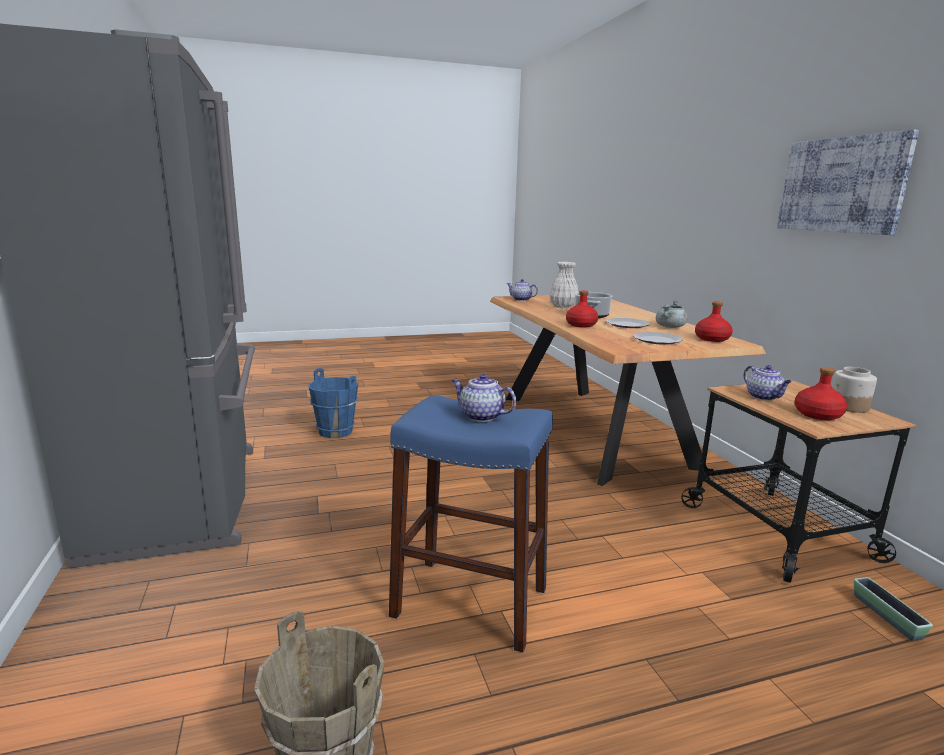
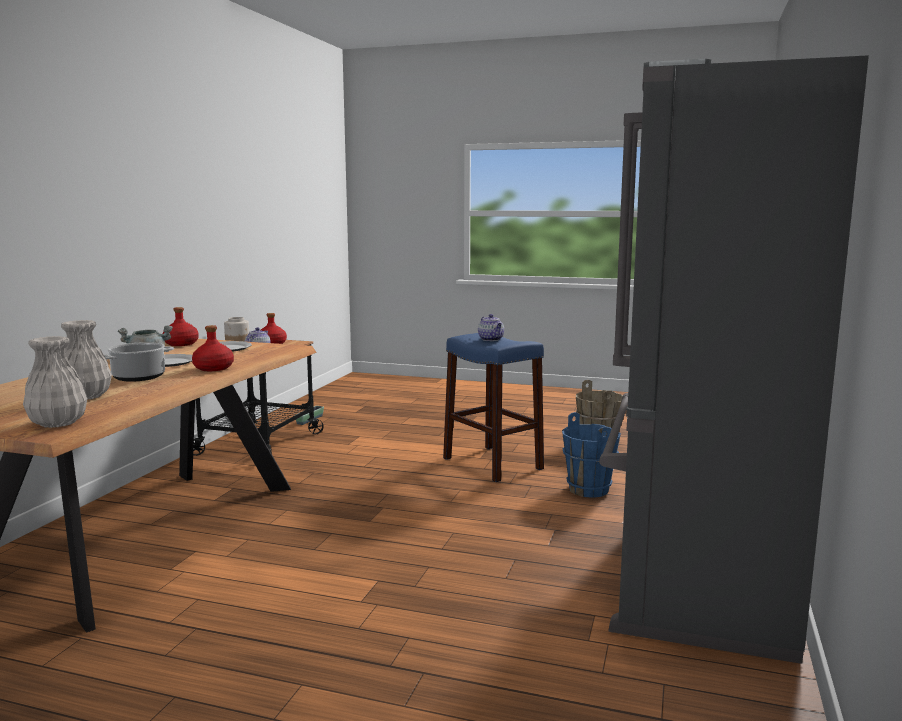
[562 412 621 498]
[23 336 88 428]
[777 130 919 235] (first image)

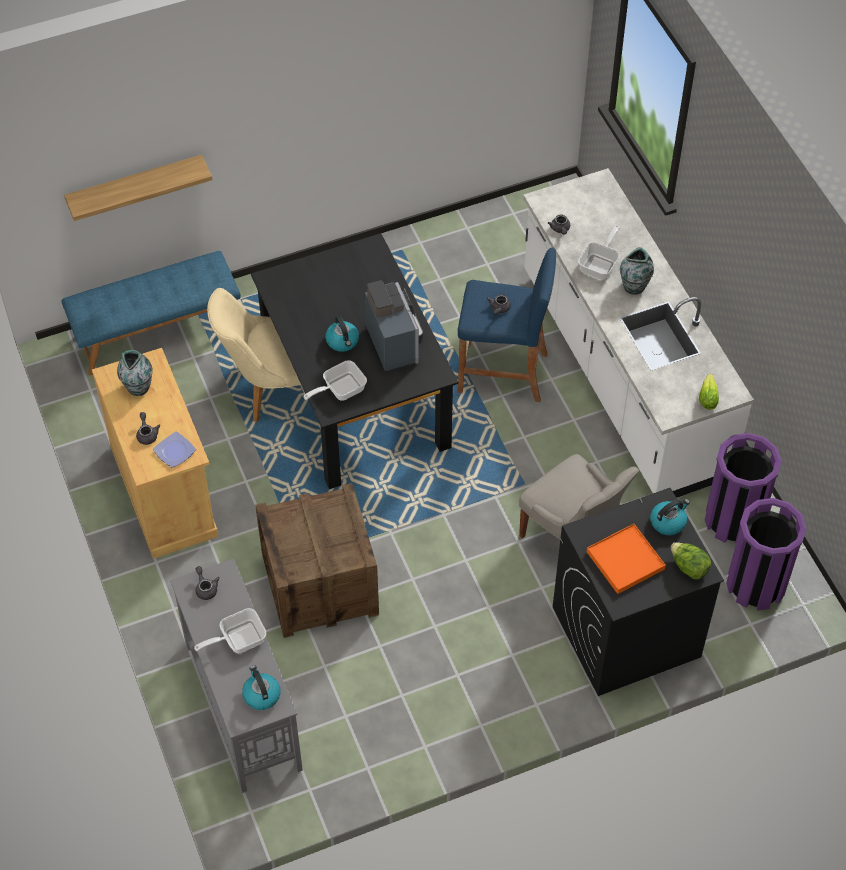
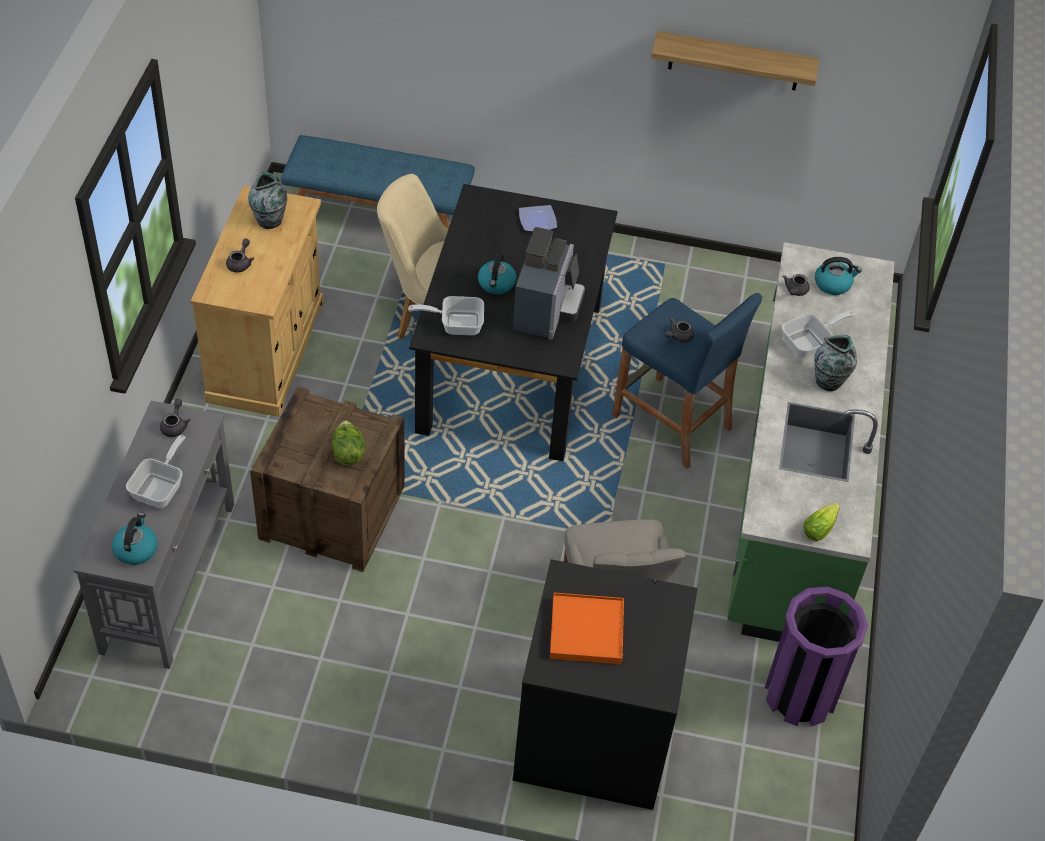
[651 31 819 90]
[519 205 557 232]
[126 435 186 508]
[727 242 895 642]
[815 257 862 295]
[331 420 366 466]
[726 498 807 611] (first image)

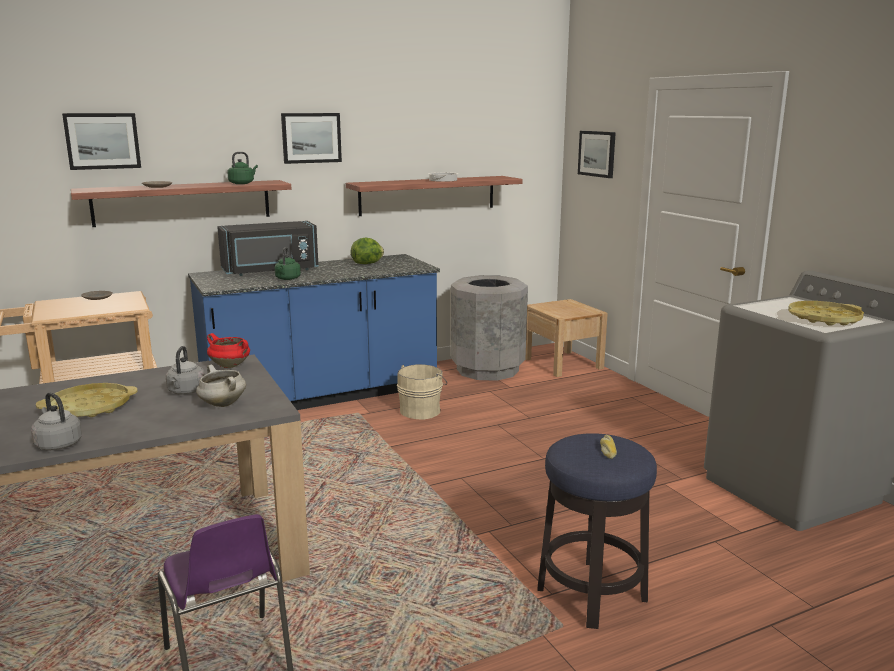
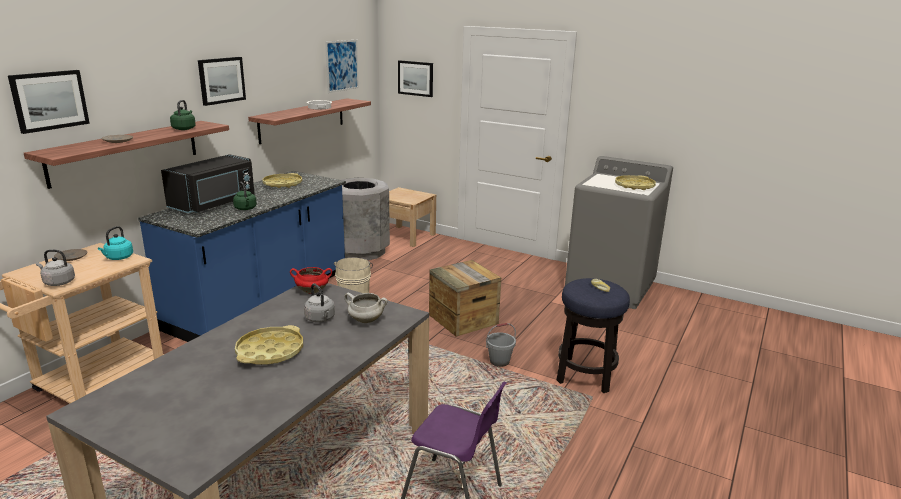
[36 250 75 286]
[262 173 302 188]
[98 226 133 260]
[325 40 359 93]
[429 260 501 337]
[486 323 516 367]

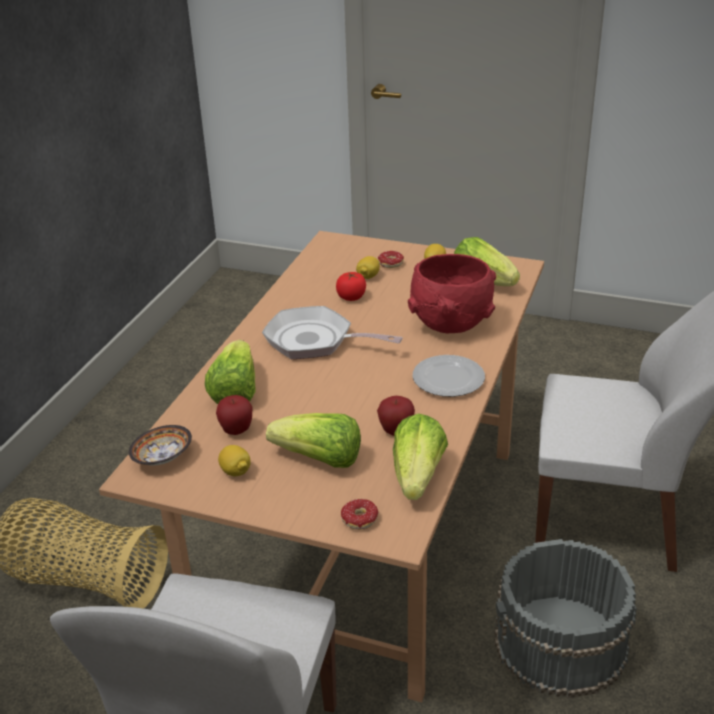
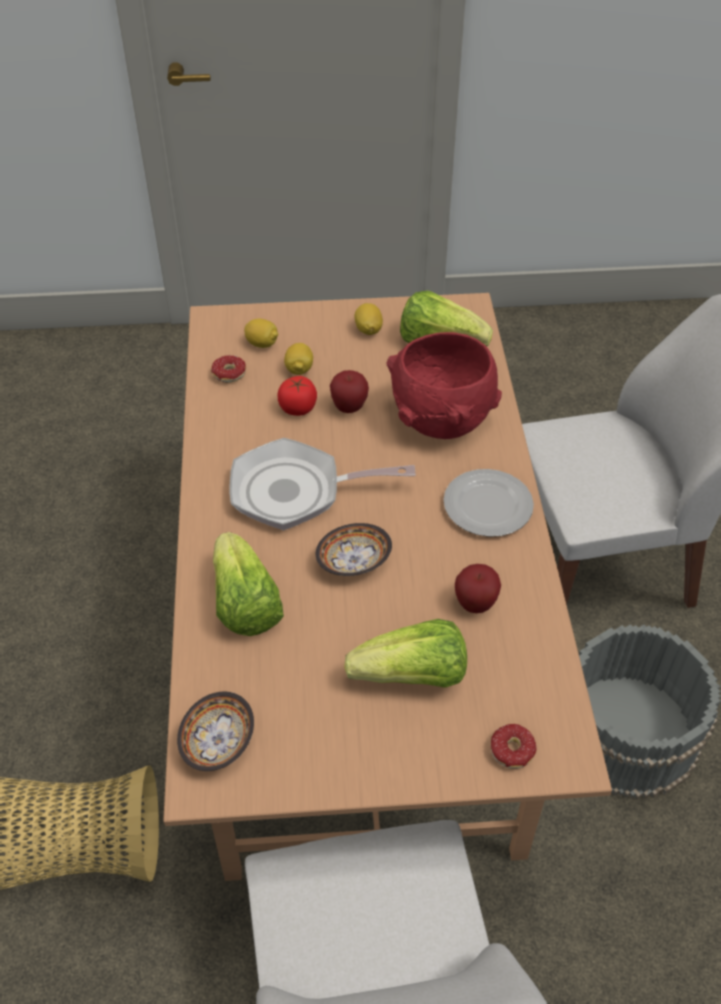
[330 370 369 413]
[244 319 278 348]
[211 355 246 383]
[393 413 448 500] (first image)
[316 523 392 576]

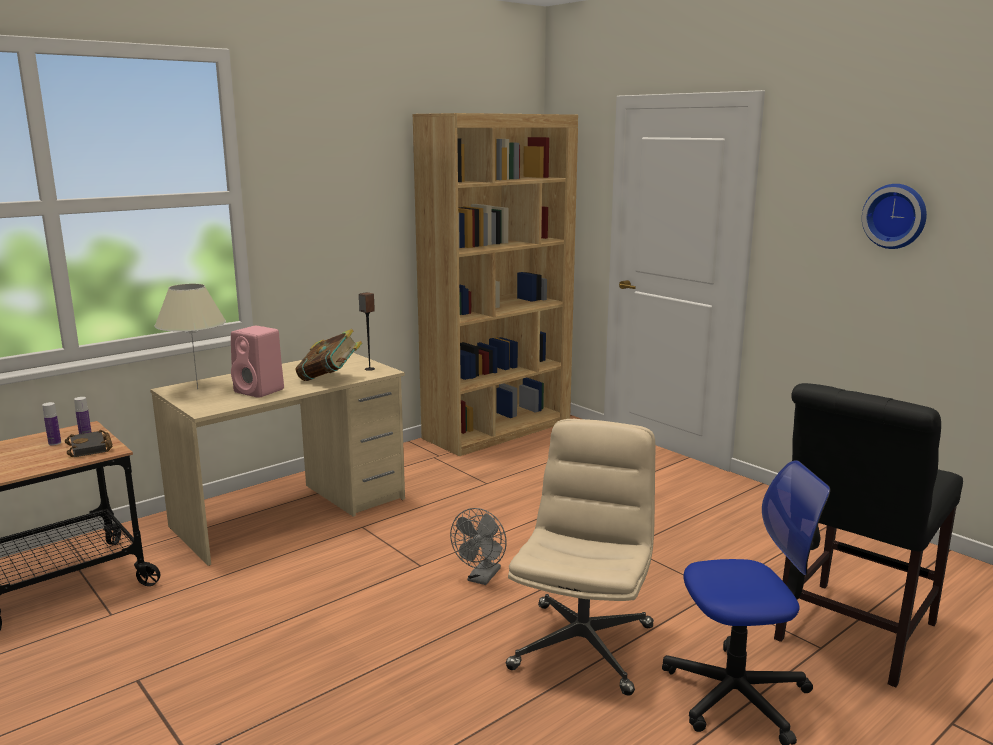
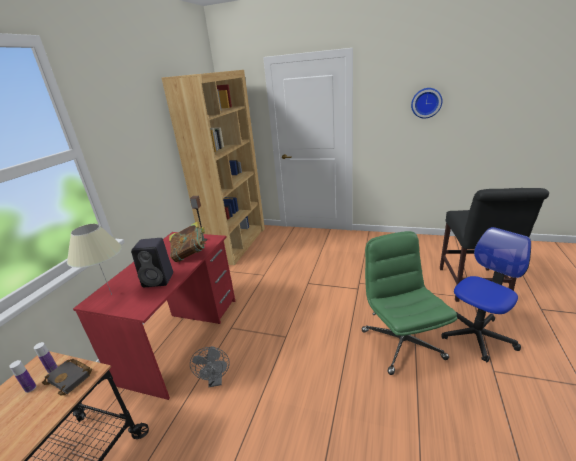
[73 232 235 400]
[131 238 173 287]
[190 346 230 387]
[361 231 457 375]

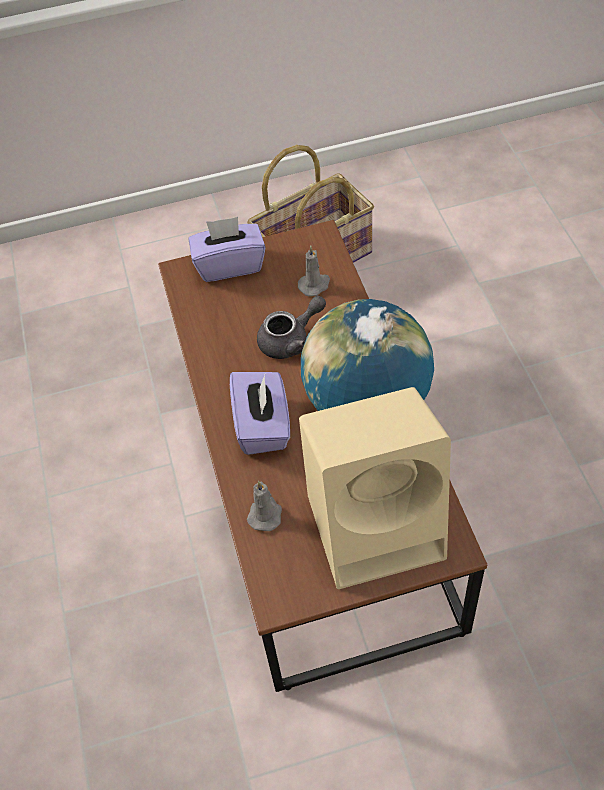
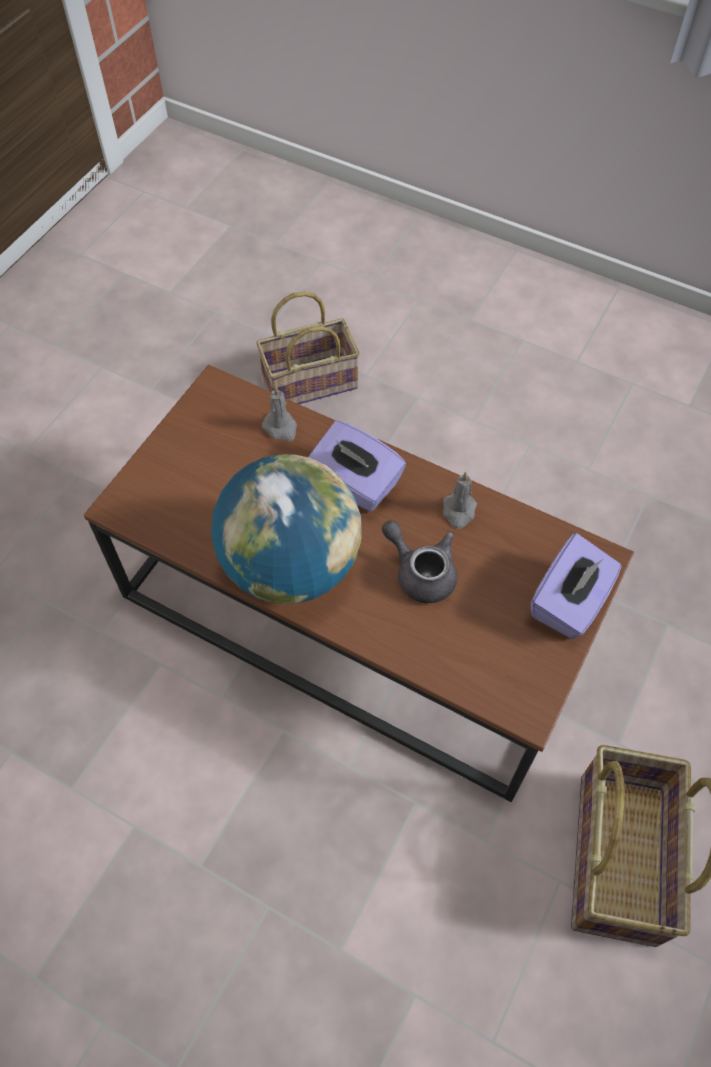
[382 520 457 603]
[443 471 477 529]
[299 387 451 589] (first image)
[256 291 360 404]

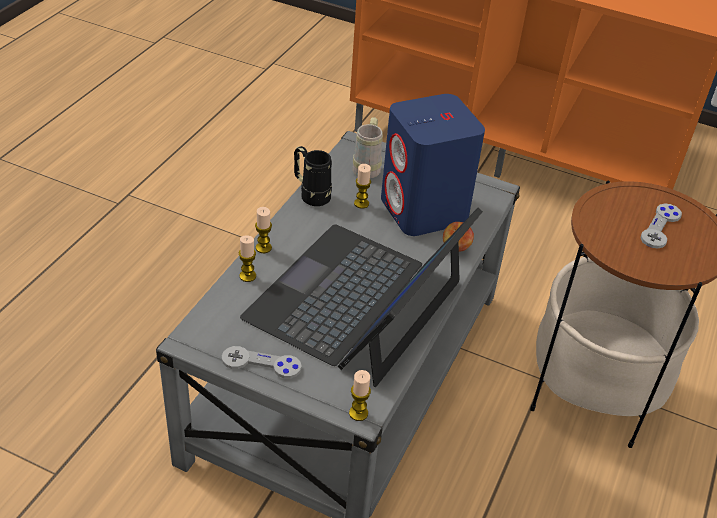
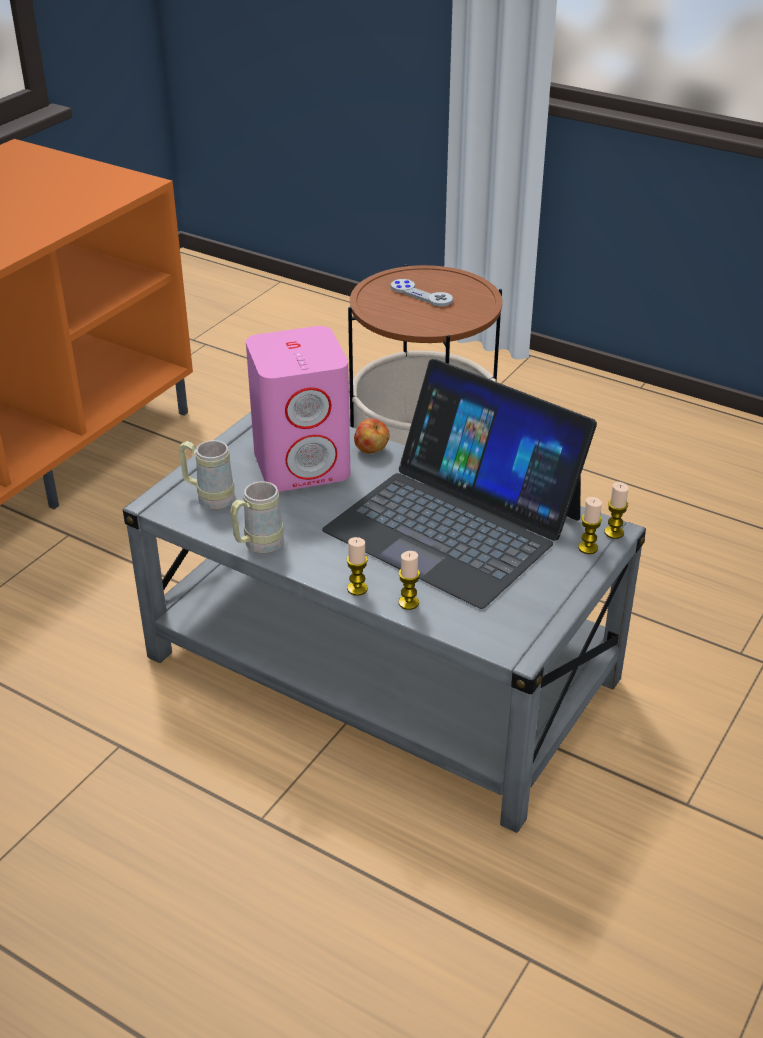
[222 346 302 379] (first image)
[230 481 284 553]
[578 497 602 554]
[246 326 350 492]

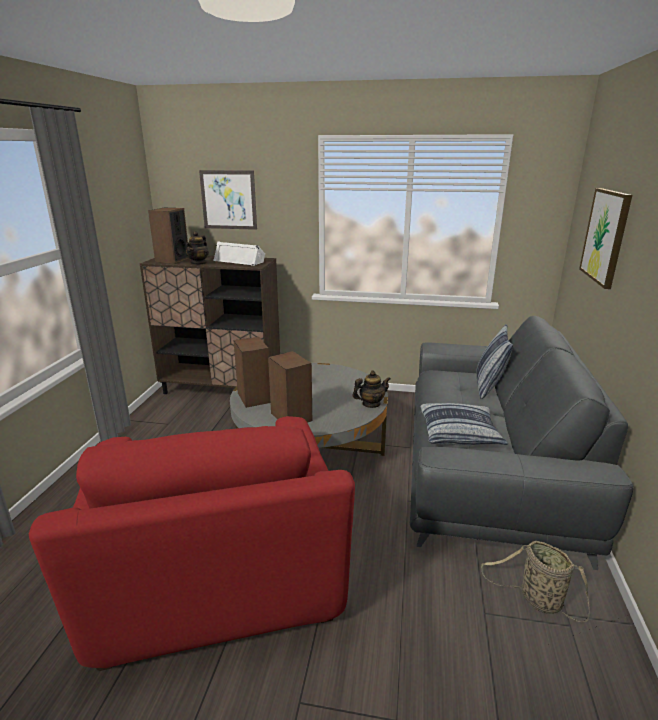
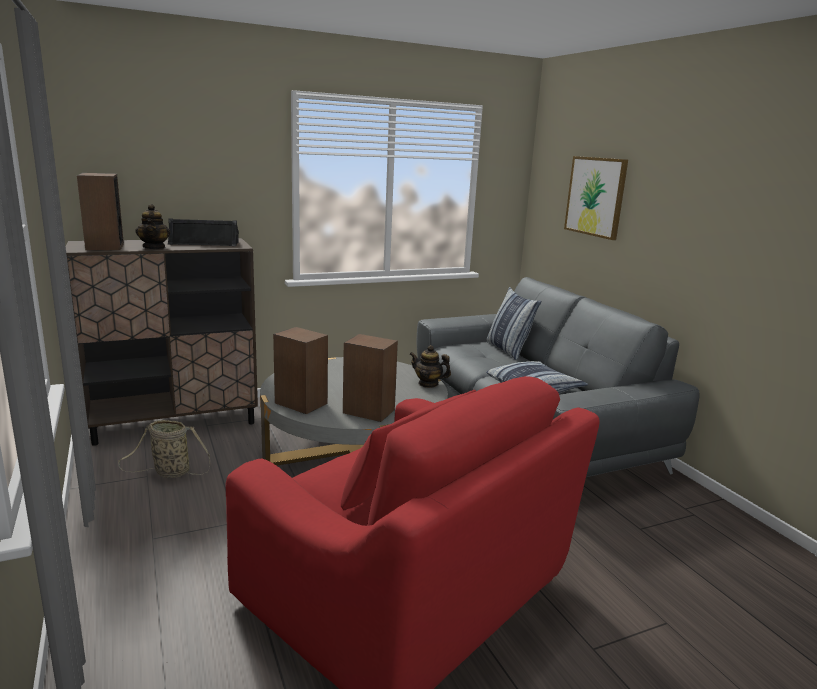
[199 170 257 230] (first image)
[168 218 239 246]
[410 345 451 388]
[118 420 210 478]

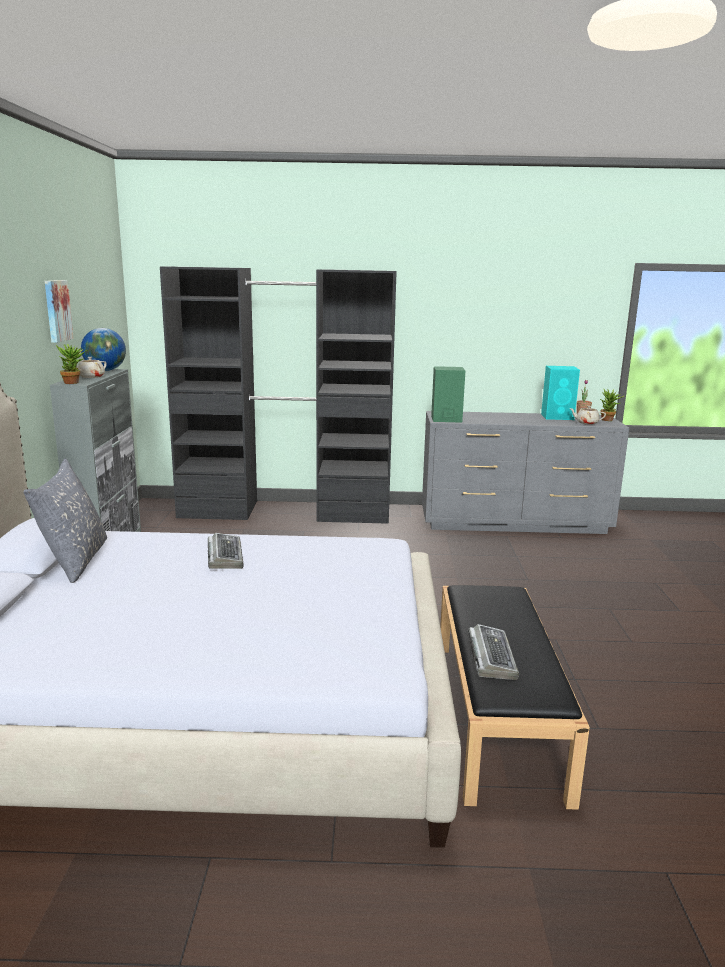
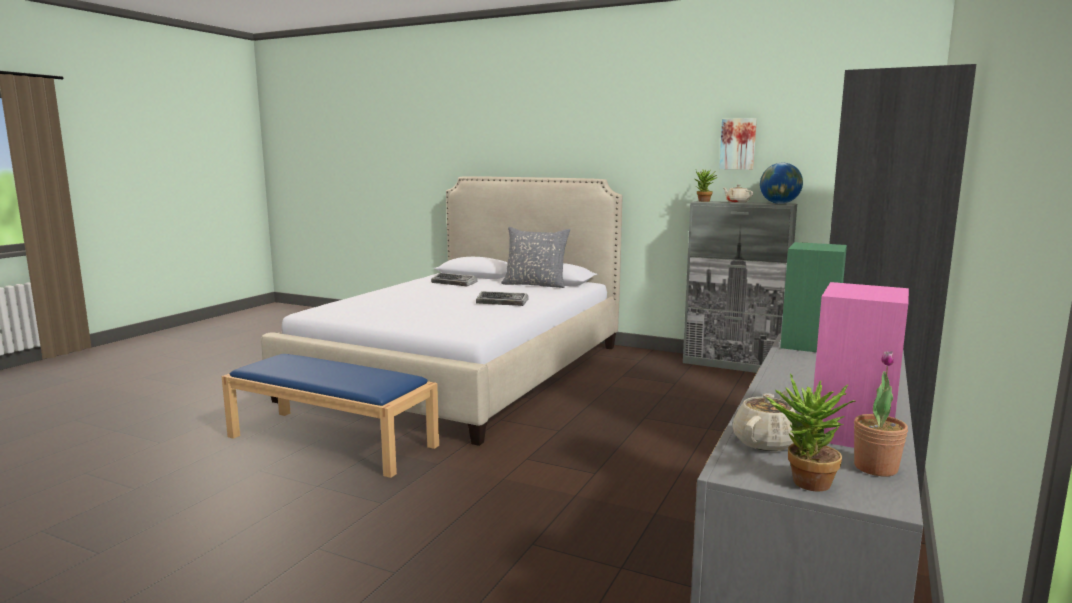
[222 354 439 478]
[431 273 478 286]
[813 282 909 448]

